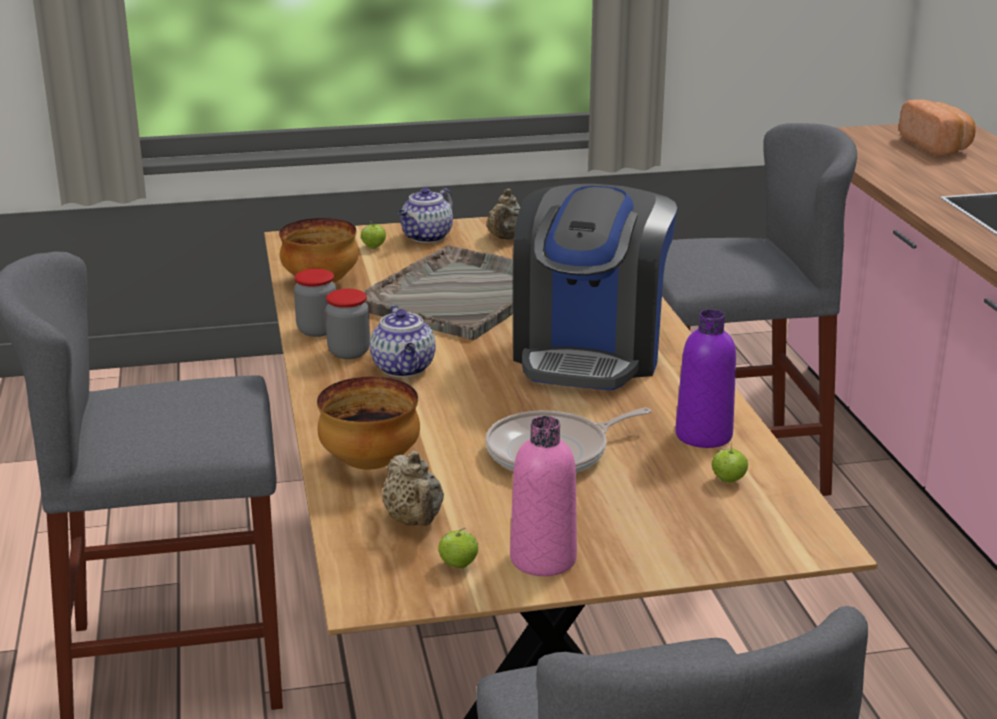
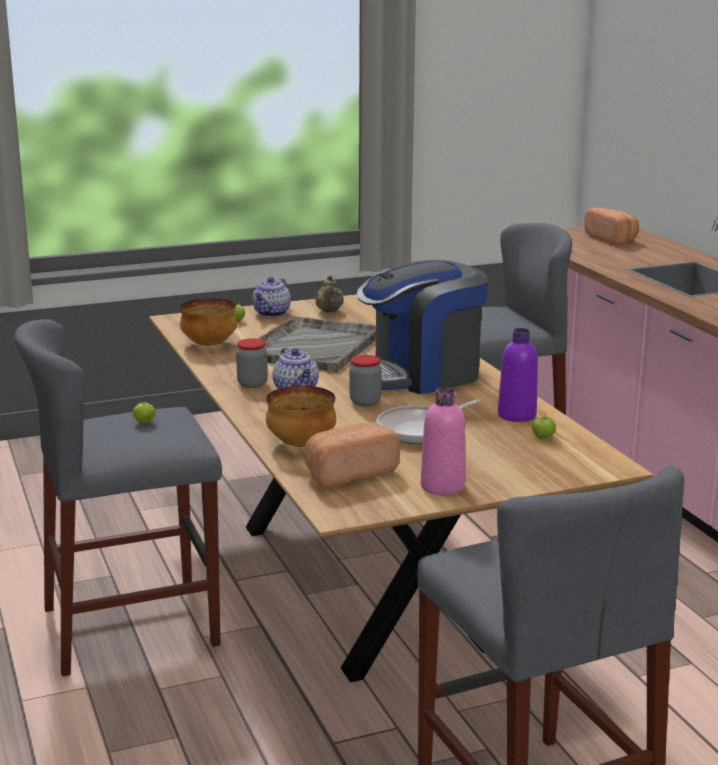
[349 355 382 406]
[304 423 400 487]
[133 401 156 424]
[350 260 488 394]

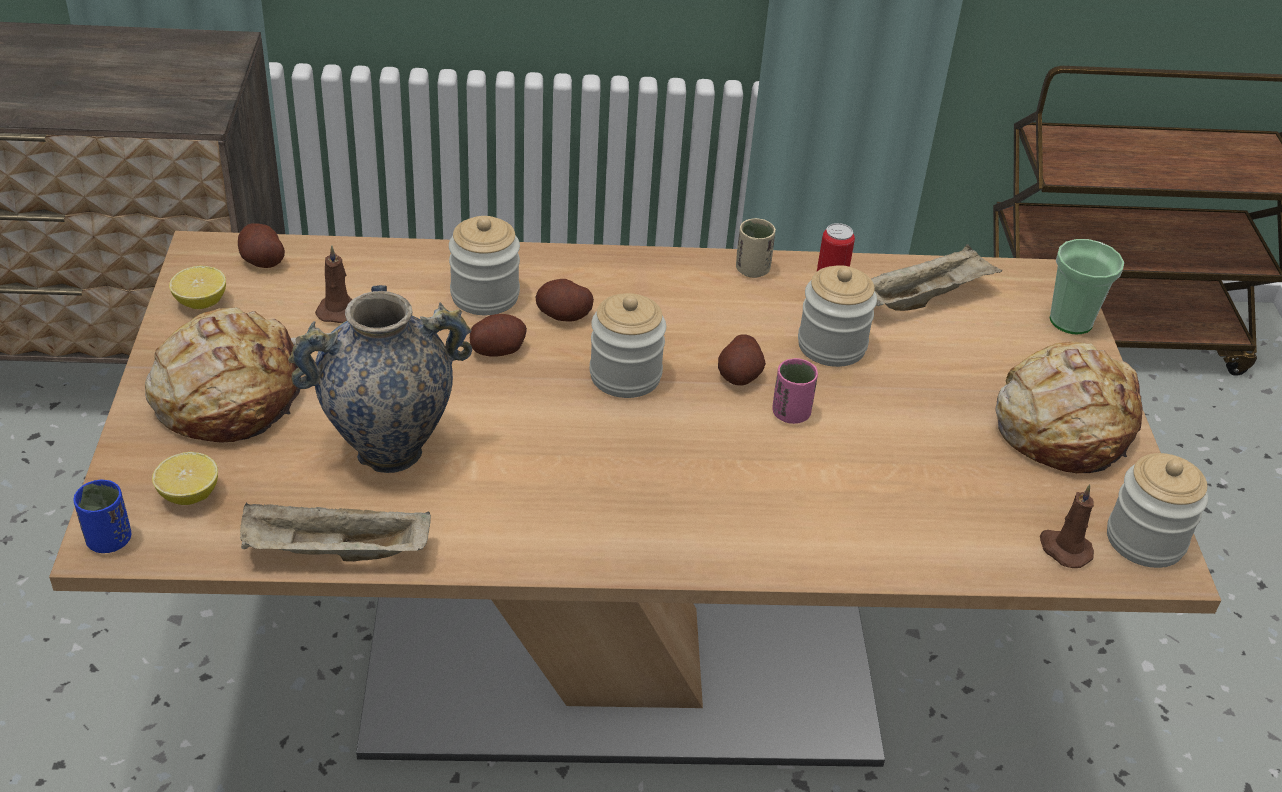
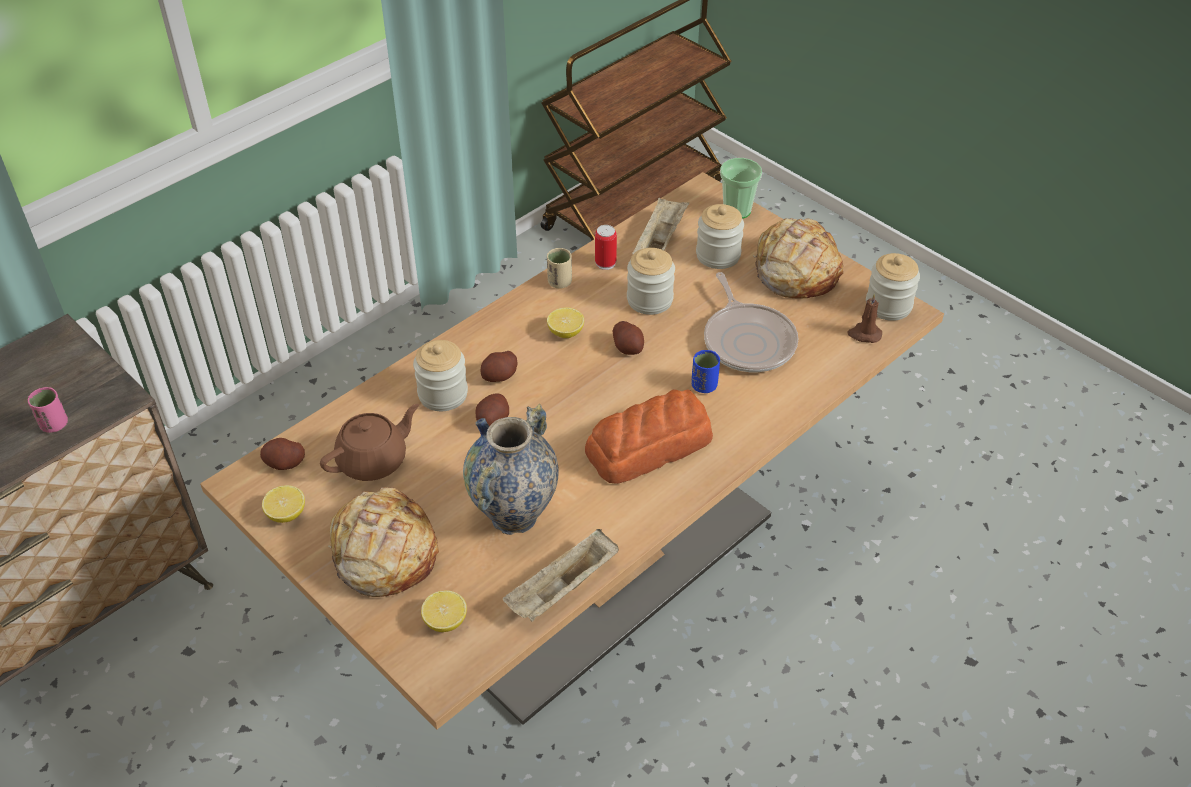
[691 350 720 393]
[320 404 419 481]
[696 204 744 269]
[28 387 68 433]
[547 307 584 338]
[585 389 713 484]
[704 272 798 372]

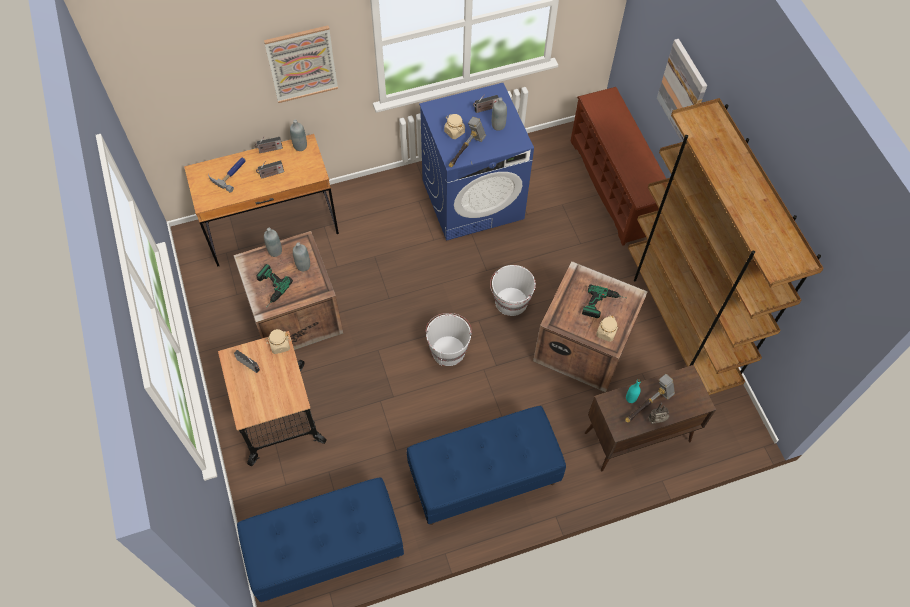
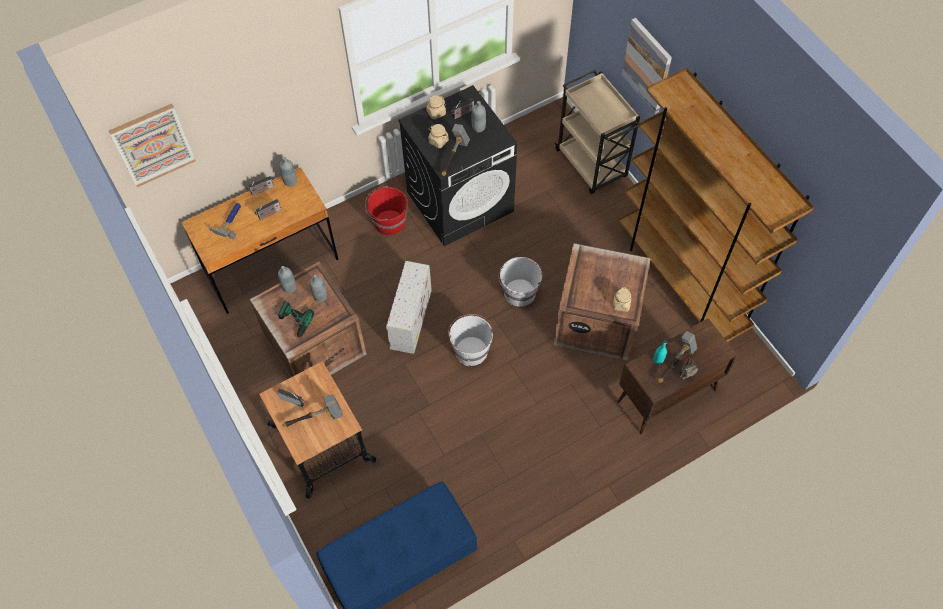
[109 104 196 187]
[425 95 446 119]
[407 406 566 525] (first image)
[398 85 517 246]
[555 70 640 194]
[582 285 626 318] (first image)
[282 394 343 427]
[365 186 407 235]
[386 261 432 354]

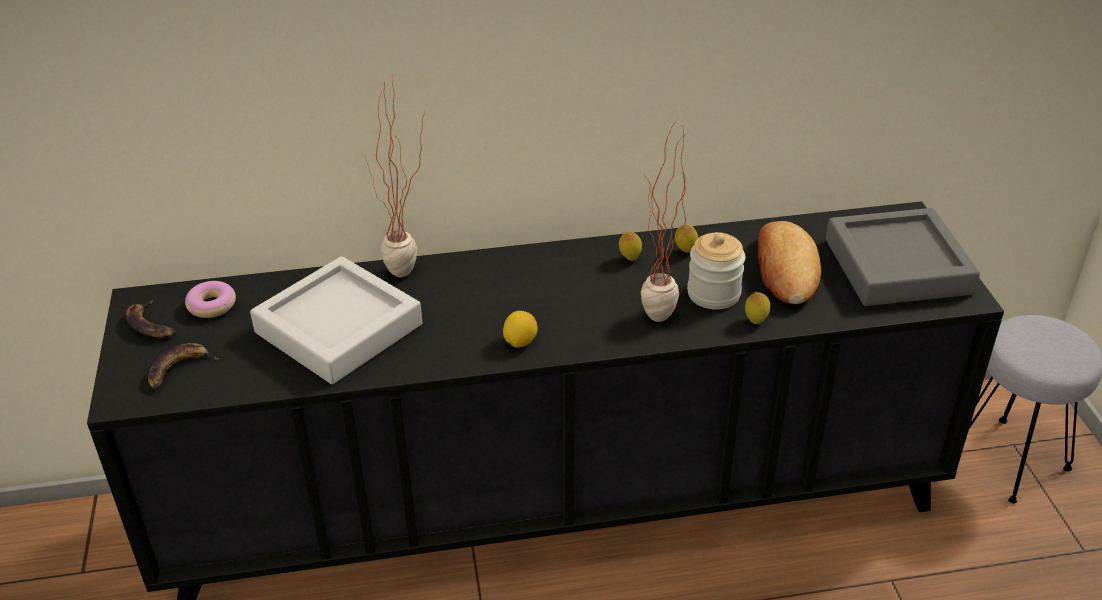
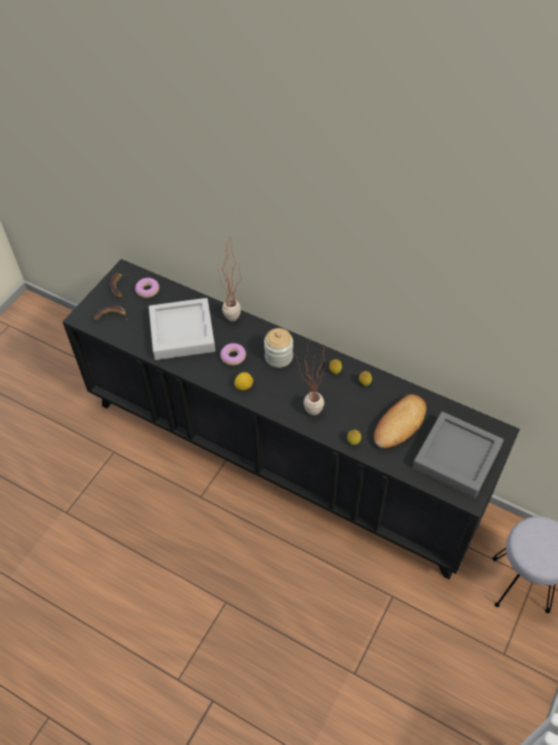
[264 328 293 368]
[220 343 246 366]

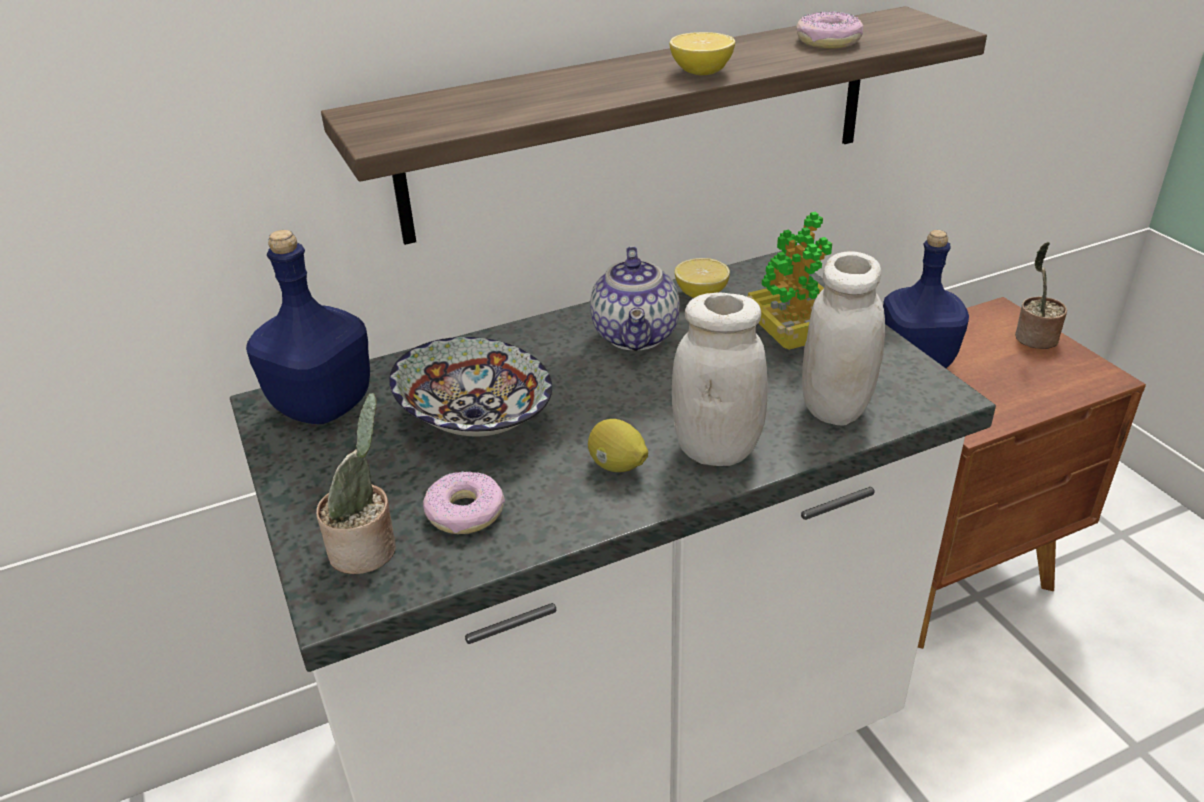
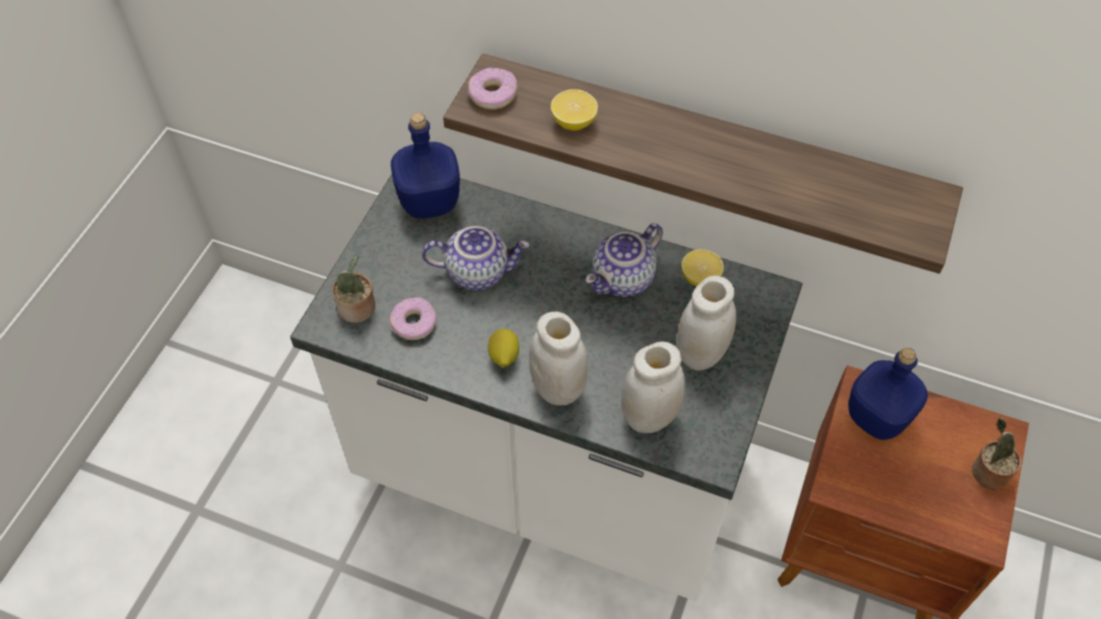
[422 226 530 290]
[551 89 598 131]
[677 275 736 371]
[468 67 518 110]

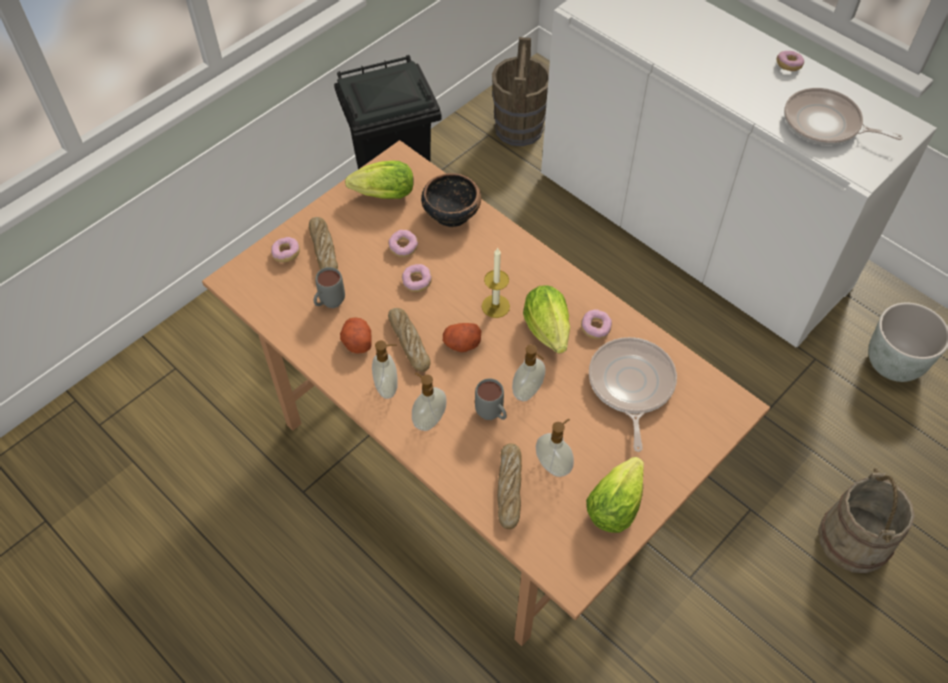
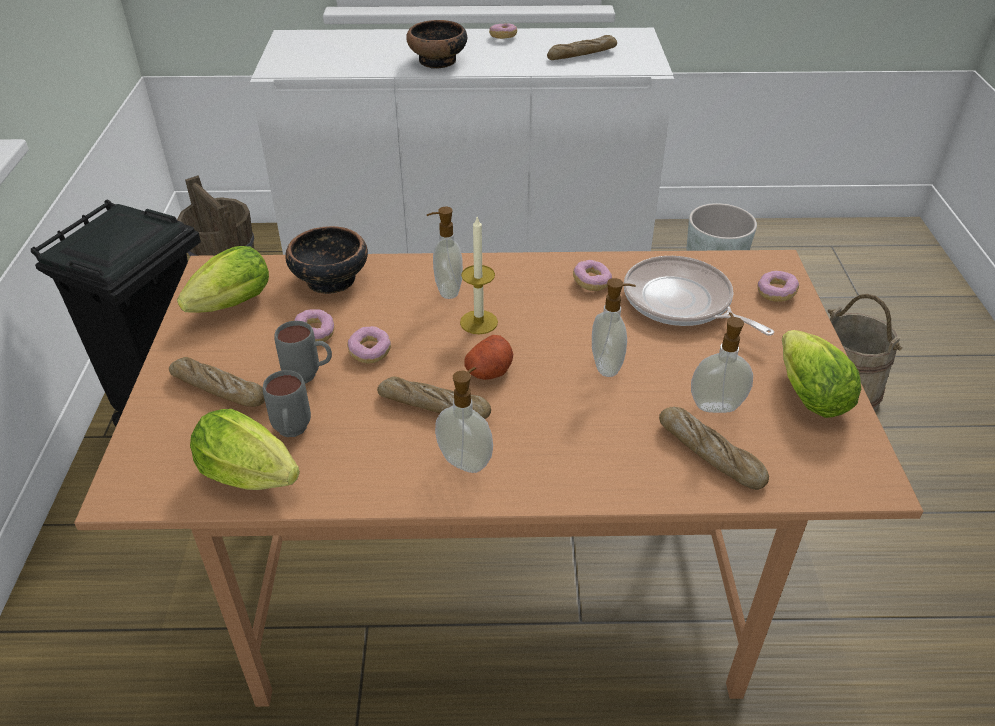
[757 271 799 302]
[340 317 372 354] (first image)
[427 207 463 299]
[274 321 332 384]
[190 409 300 490]
[547 35 617 60]
[406 20 467 69]

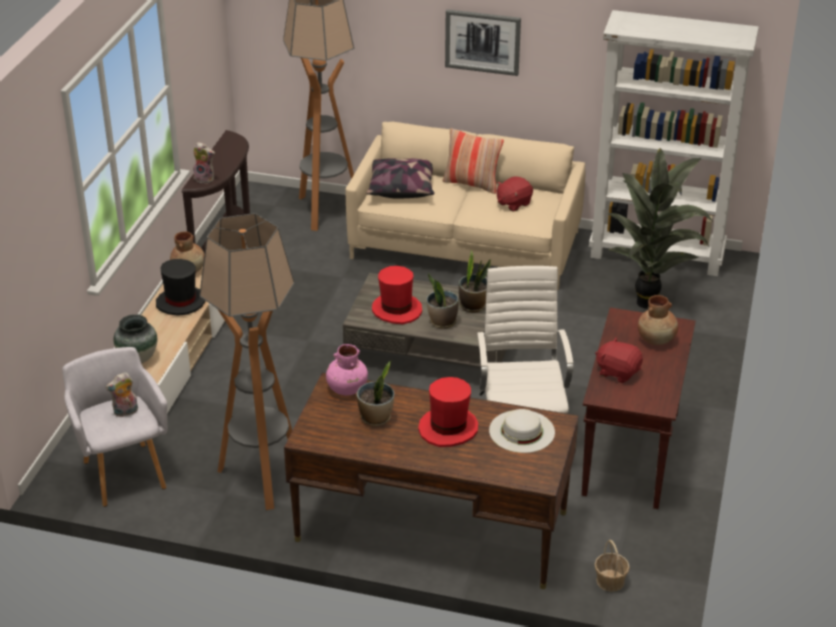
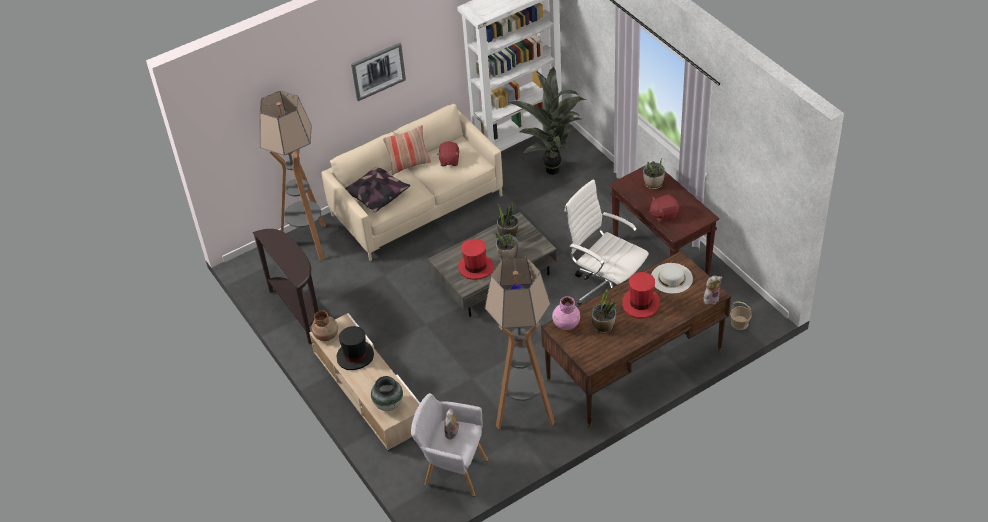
[704 275 722 305]
[643 158 665 189]

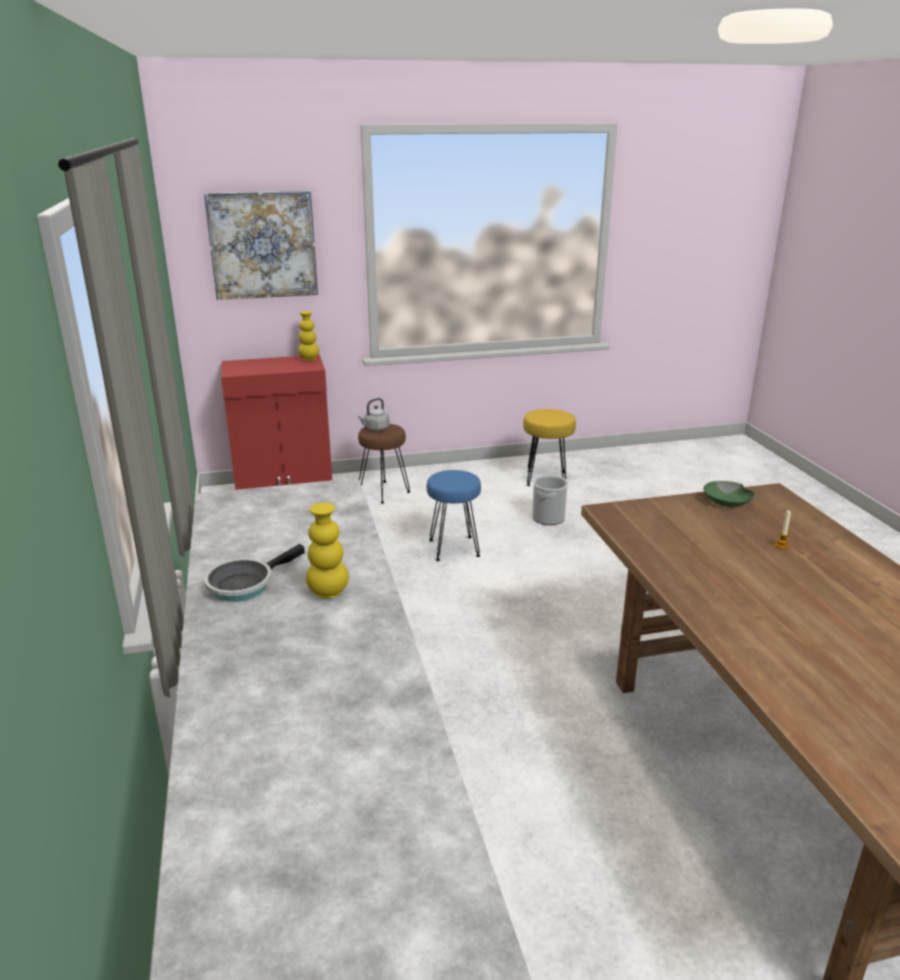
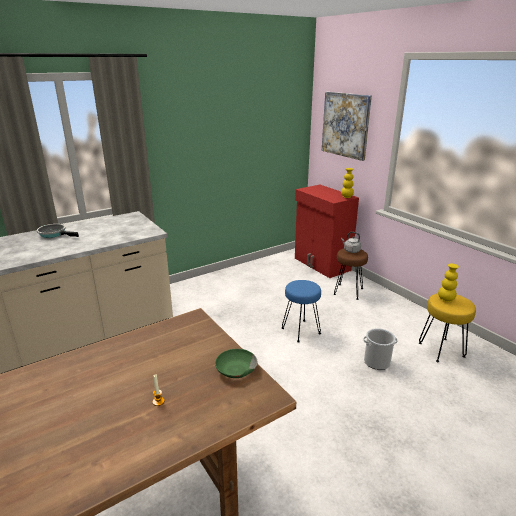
[438 264 459 302]

